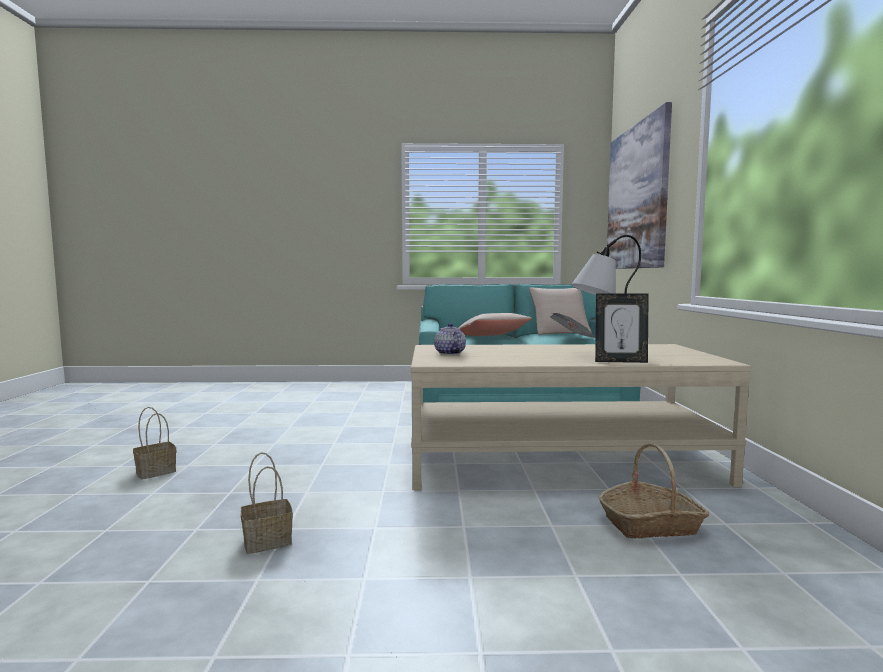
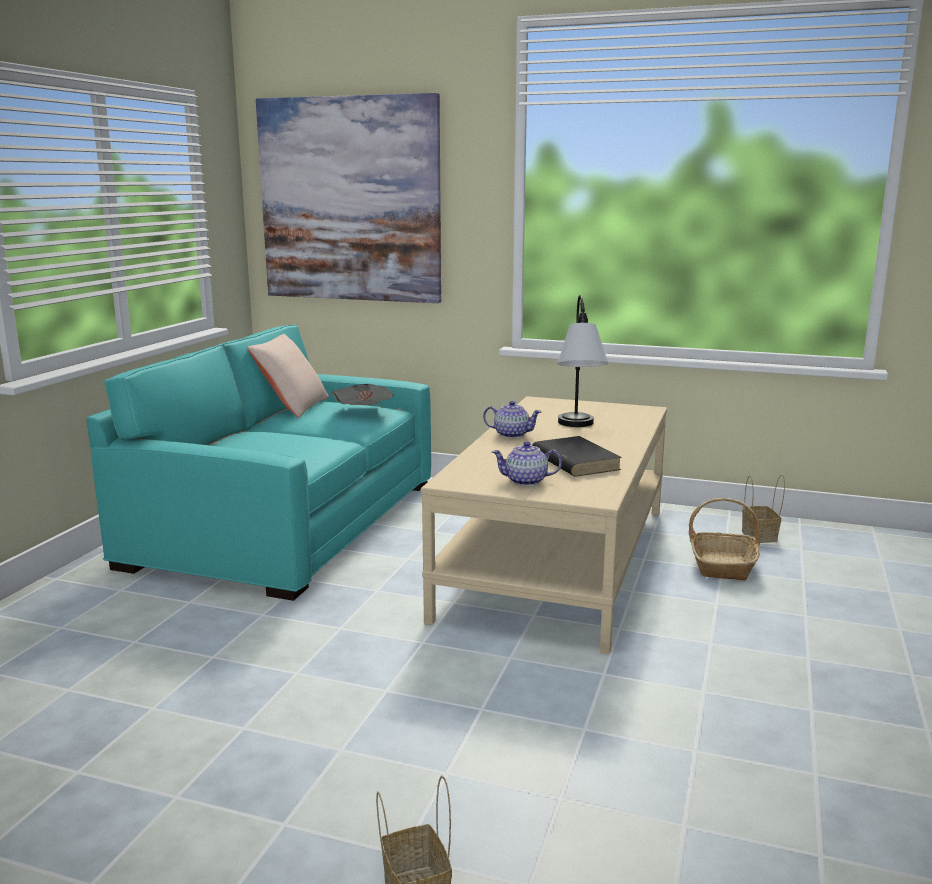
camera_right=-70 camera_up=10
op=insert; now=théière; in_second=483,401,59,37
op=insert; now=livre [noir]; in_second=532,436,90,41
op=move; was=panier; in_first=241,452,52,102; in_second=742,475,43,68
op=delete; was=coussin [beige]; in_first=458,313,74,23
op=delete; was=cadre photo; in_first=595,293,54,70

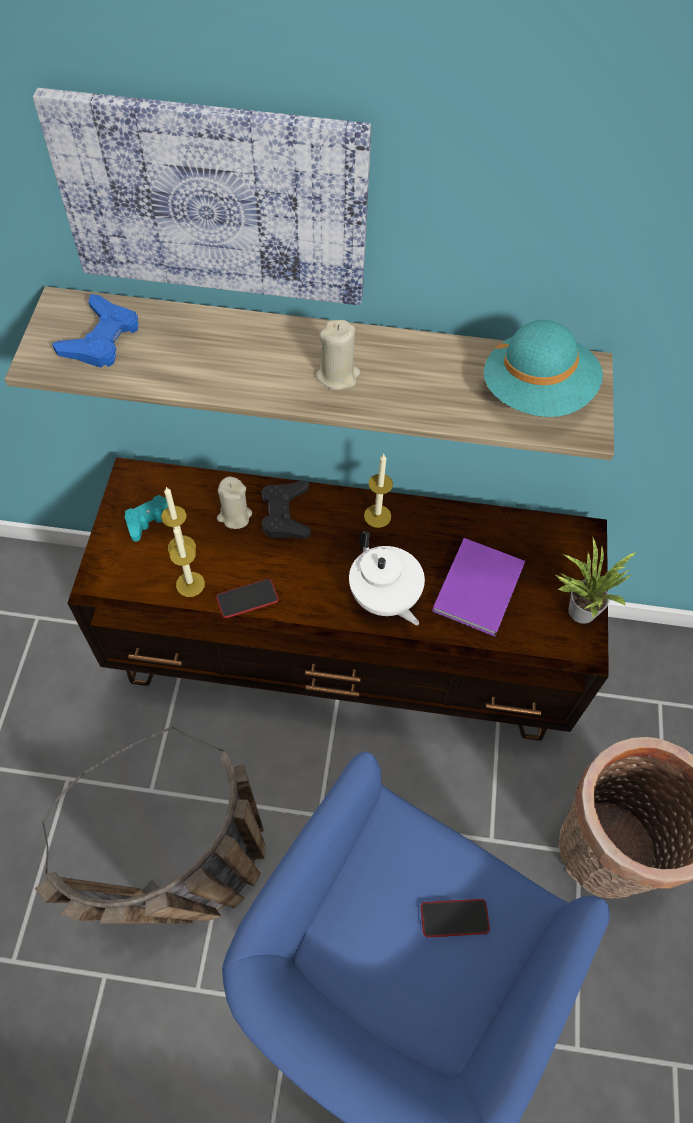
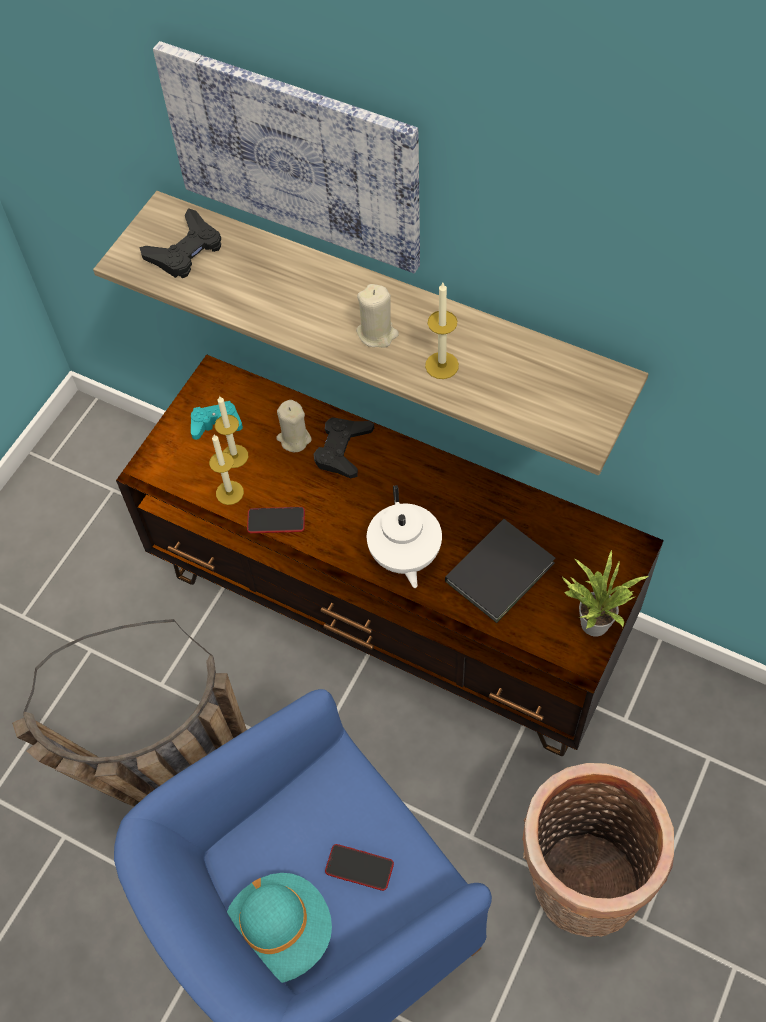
camera_right=25 camera_up=0
op=recolor; was=manette [bleu]; now=manette [noir]; in_first=52,294,86,74; in_second=139,208,82,70
op=move; was=chapeau [turquoise]; in_first=484,320,119,97; in_second=227,873,105,110
op=move; was=bougie; in_first=364,454,29,74; in_second=425,283,34,96
op=recolor; was=livre [violet]; now=livre [noir]; in_first=432,538,93,99; in_second=445,519,111,104

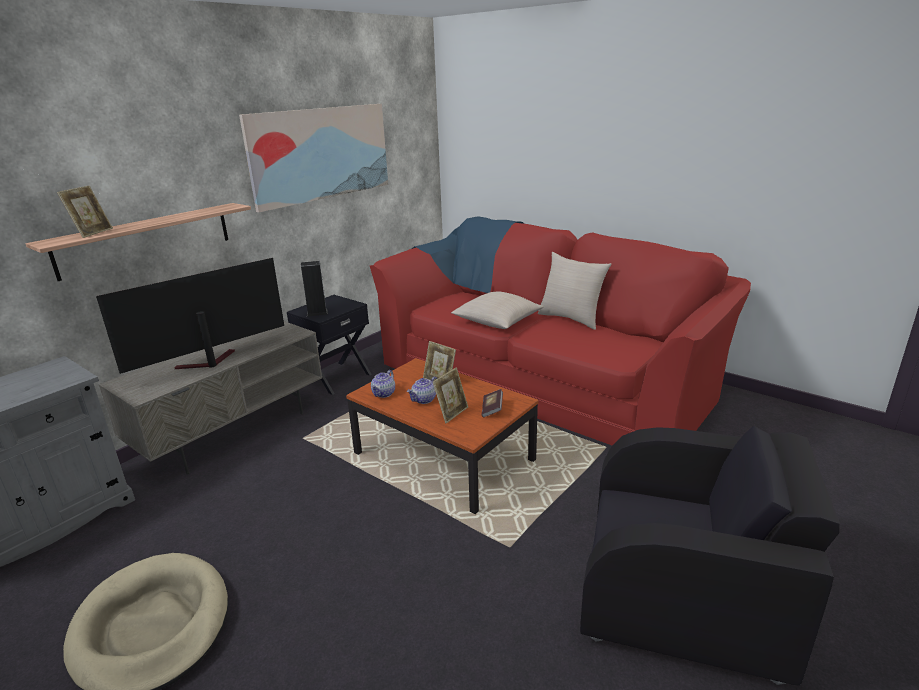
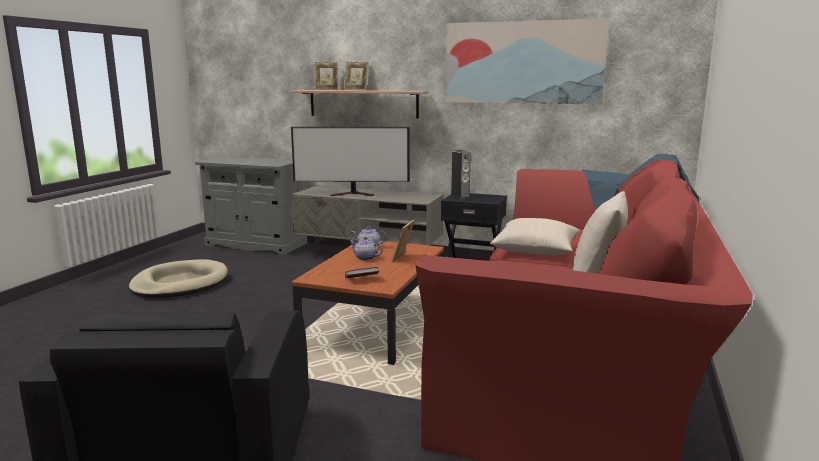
camera_right=70 camera_up=-10
op=rotate; was=téléviseur; in_first=96,258,188,116; in_second=291,127,119,69; clockwise=150
op=move; was=cadre photo; in_first=433,367,35,57; in_second=343,62,26,28

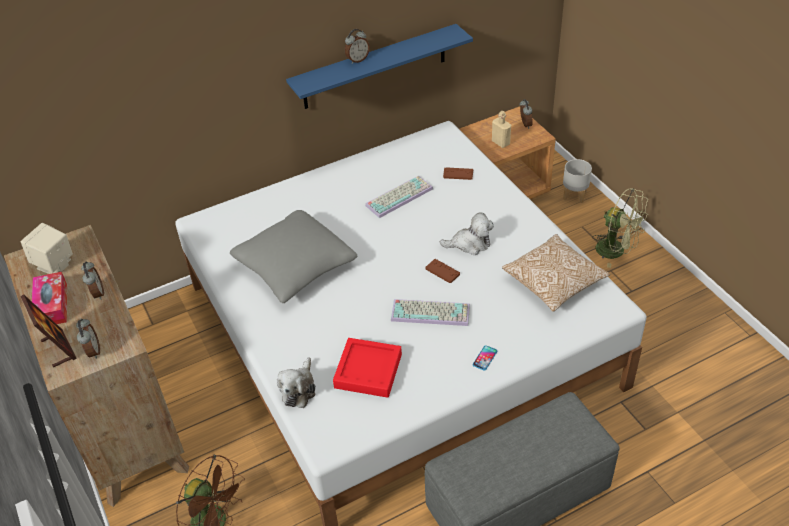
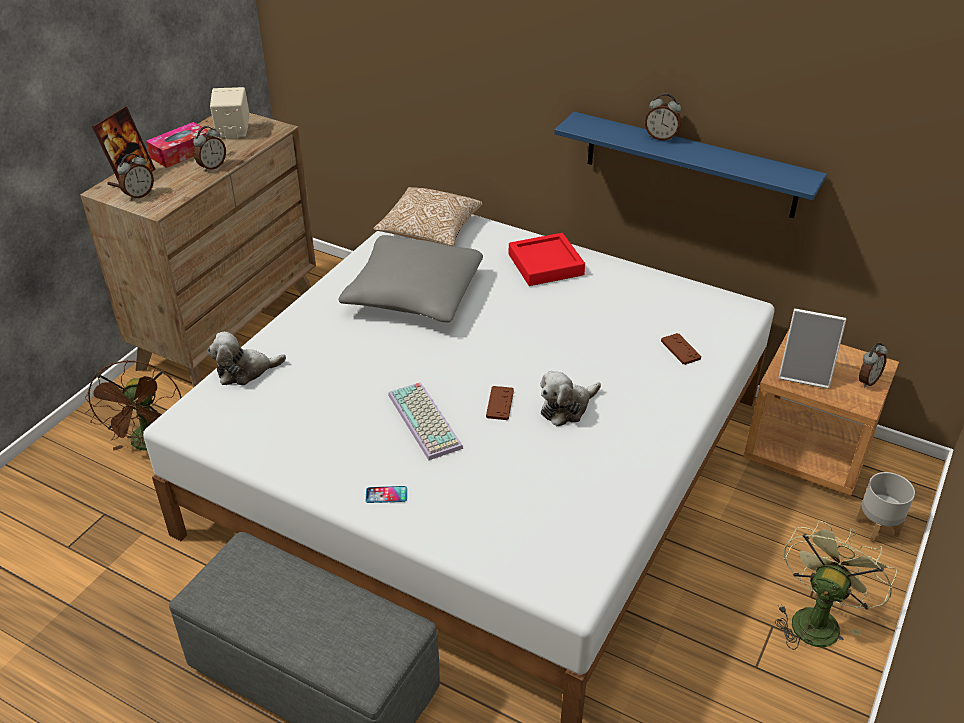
camera_right=55 camera_up=-5
op=move; was=coussin; in_first=502,234,108,78; in_second=373,187,110,60
op=move; was=plateau [rouge]; in_first=333,338,69,60; in_second=509,233,76,53
op=rotate; was=peluche; in_first=440,212,54,43; in_second=540,371,61,55; clockwise=90
op=rotate; was=ventilateur [vert]; in_first=592,188,56,80; in_second=775,521,122,129; clockwise=-150
op=replace; was=bouteille [beige]; now=cadre photo; in_first=492,111,19,37; in_second=778,308,68,81
op=delete; was=clavier; in_first=365,176,68,42

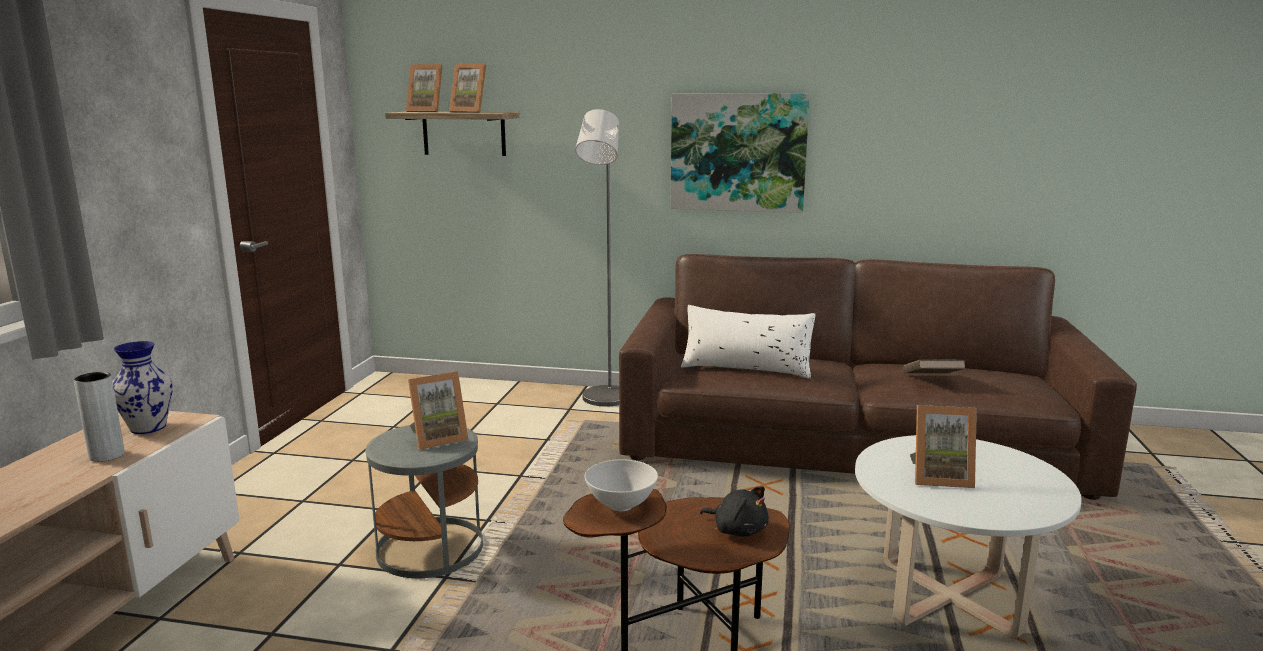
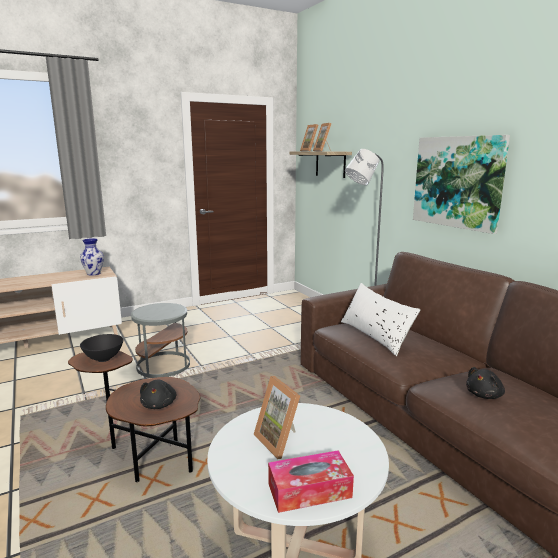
camera_right=50 camera_up=0
op=recolor; was=bol [blanc]; now=bol [noir]; in_first=585,459,73,53; in_second=80,334,43,28
op=insert; now=boîte à mouchoirs; in_second=268,450,86,63
op=replace; was=livre [marron]; now=peluche [noir]; in_first=903,359,63,15; in_second=466,367,39,32
op=delete; was=vase [gris]; in_first=74,372,51,90
op=delete; was=cadre photo; in_first=408,371,61,78

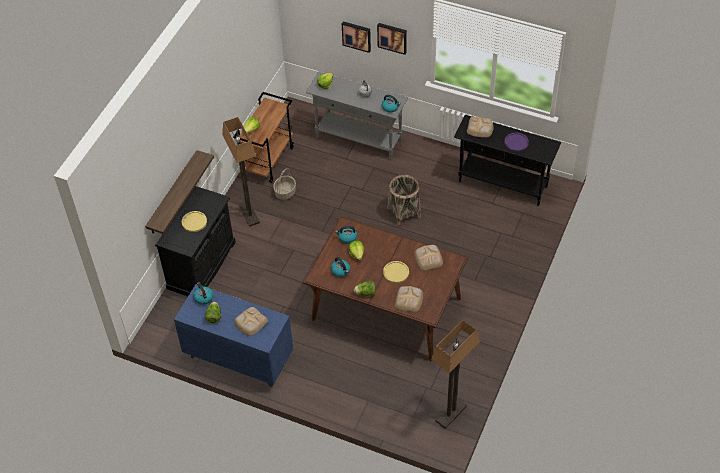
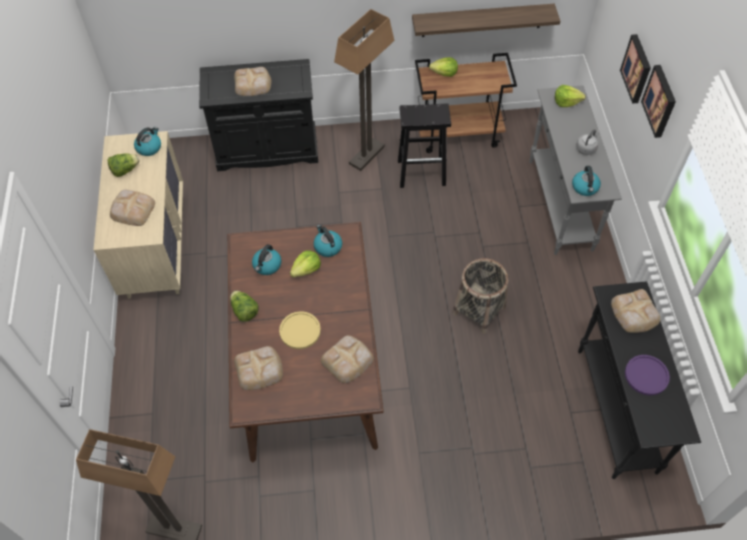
camera_right=60 camera_up=5
op=recolor; was=commode [bleu]; now=commode [beige]; in_first=174,284,119,103; in_second=93,131,90,168
op=replace; was=assiette [jaune]; now=pain; in_first=182,211,25,21; in_second=234,67,37,29
op=replace; was=panier; now=tabouret [noir]; in_first=273,168,23,32; in_second=398,103,53,85
op=move; was=étagère; in_first=145,150,69,84; in_second=412,4,149,33

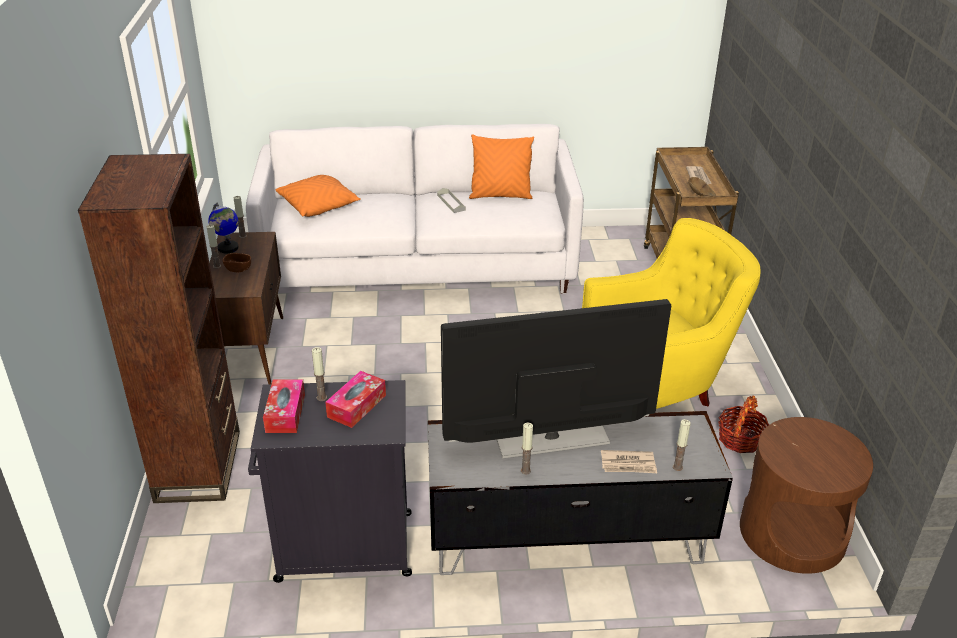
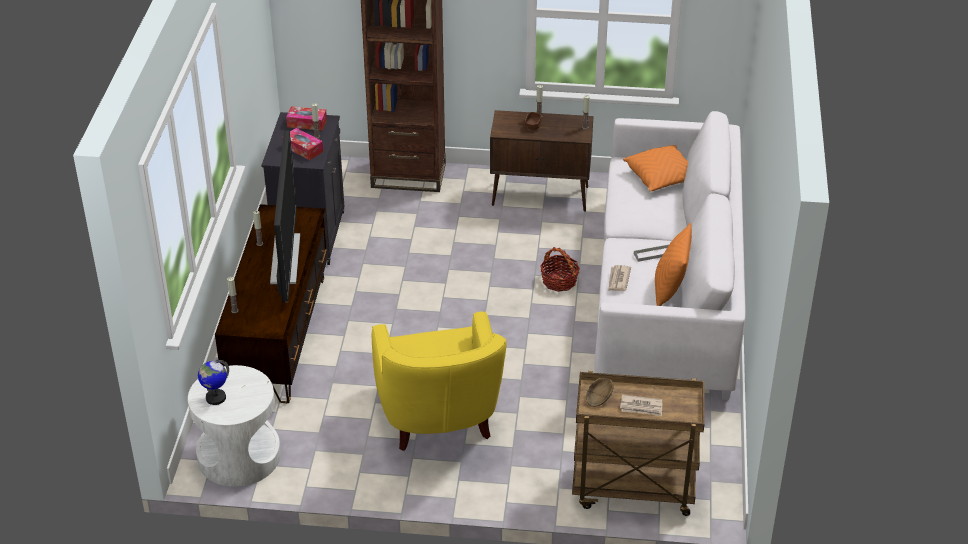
camera_right=100 camera_up=5
op=recolor; was=table d'appoint [marron]; now=table d'appoint [blanc]; in_first=740,417,133,157; in_second=188,365,93,122
op=move; was=globe; in_first=208,202,31,51; in_second=198,360,31,45
op=recolor; was=meuble télé [gris]; now=meuble télé [marron]; in_first=428,411,305,164; in_second=215,204,114,199
op=move; was=panier; in_first=718,395,51,58; in_second=540,247,40,45
op=move; was=journal; in_first=601,450,56,23; in_second=608,265,23,26

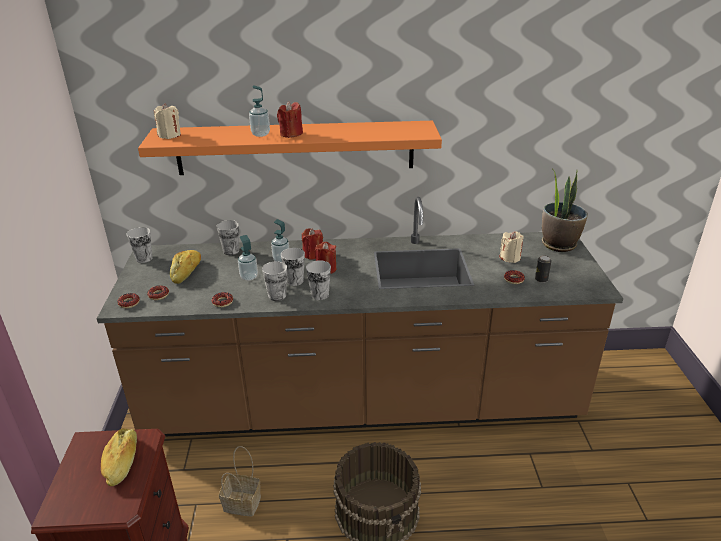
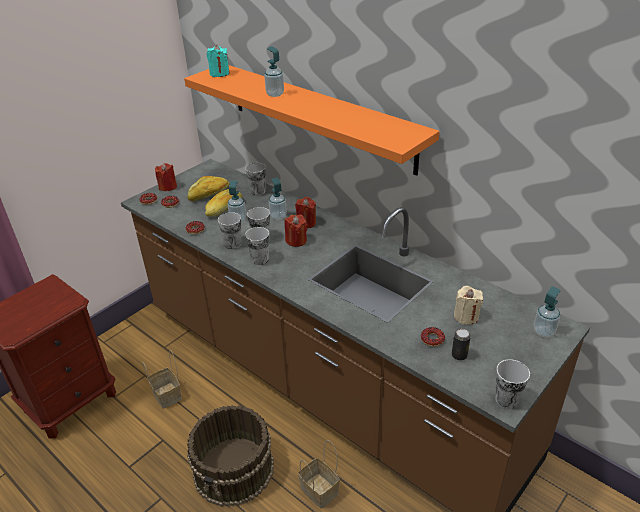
camera_right=45 camera_up=5
op=move; was=bougie [rouge]; in_first=277,101,26,37; in_second=155,163,22,28
op=move; was=pain; in_first=101,428,36,58; in_second=205,189,38,28
op=recolor; was=bougie [beige]; now=bougie [turquoise]; in_first=154,103,27,36; in_second=207,45,22,32
op=insert; now=panier; in_second=298,440,42,68
op=move; was=tasse; in_first=126,227,27,36; in_second=495,359,35,50
op=replace; was=plante en pot; now=distributeur de savon; in_first=542,170,46,82; in_second=534,286,26,51

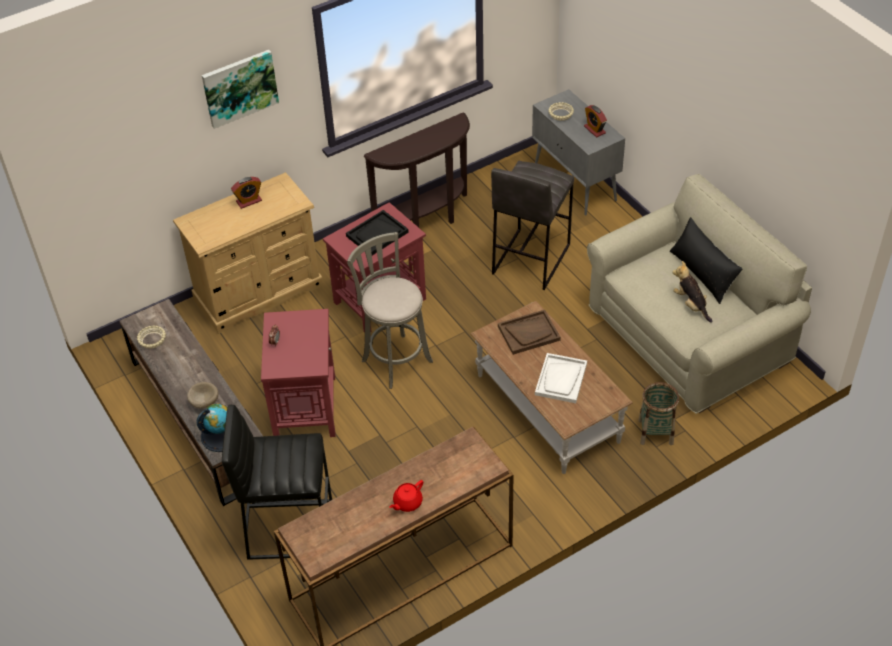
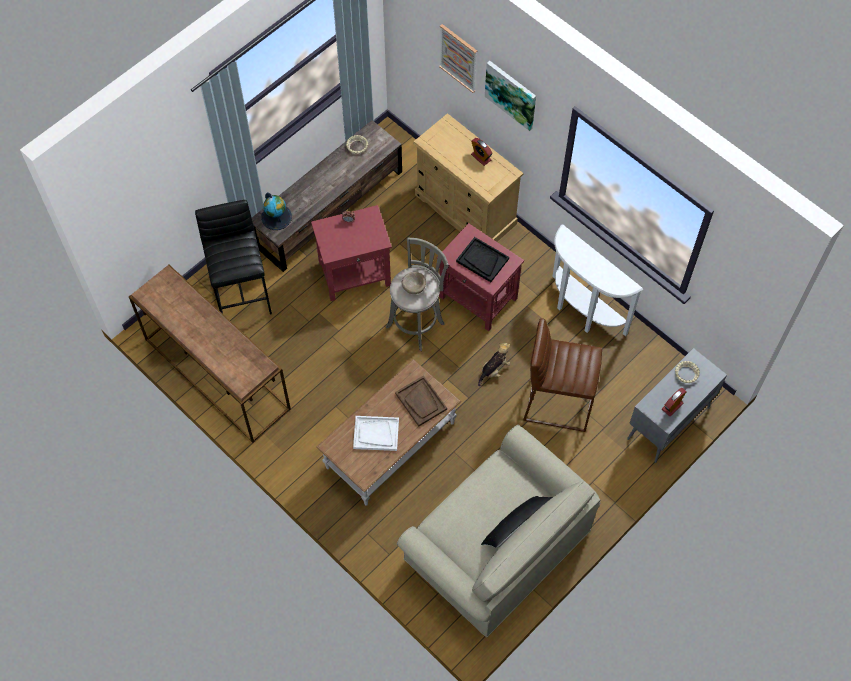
camera_right=75 camera_up=15
op=move; was=bol [beige]; in_first=187,382,31,27; in_second=401,272,25,22
op=insert; now=tableau; in_second=439,24,38,69
op=move; was=peluche; in_first=672,261,41,62; in_second=478,343,32,43
op=recolor; was=tabouret [gris]; now=tabouret [marron]; in_first=491,161,83,129; in_second=523,318,79,114
op=recolor; was=table console [marron]; now=table console [blanc]; in_first=363,112,107,115; in_second=552,224,91,112
op=delete; was=théière [rouge]; in_first=389,480,34,32
op=delete; was=panier; in_first=638,382,41,63

